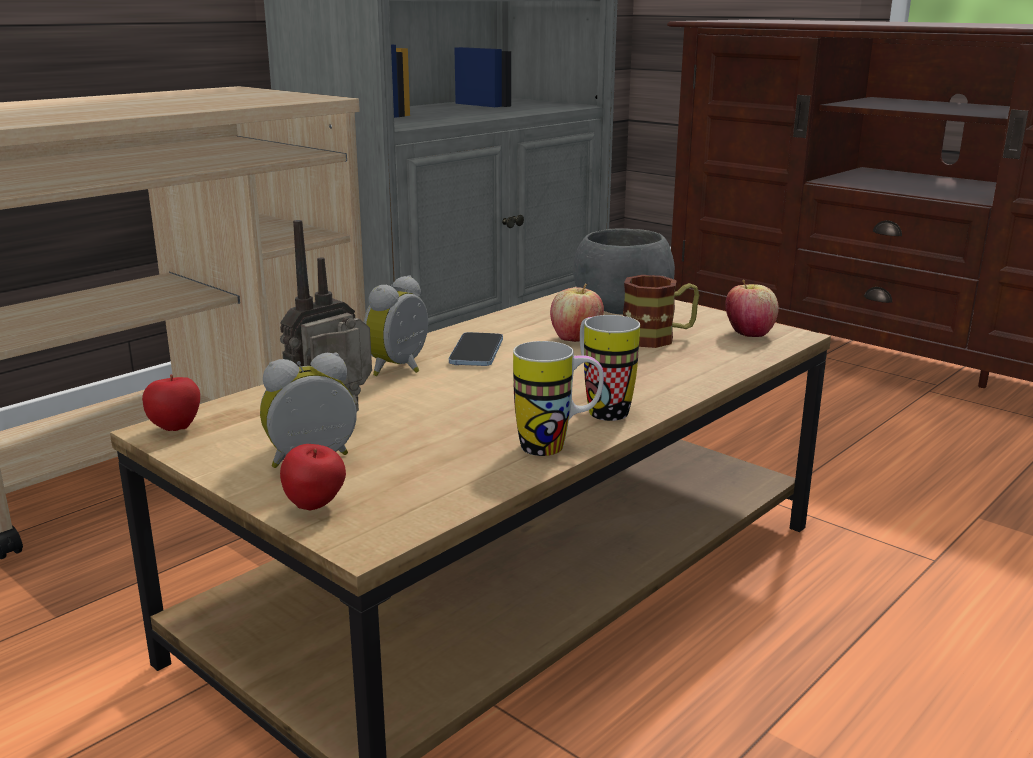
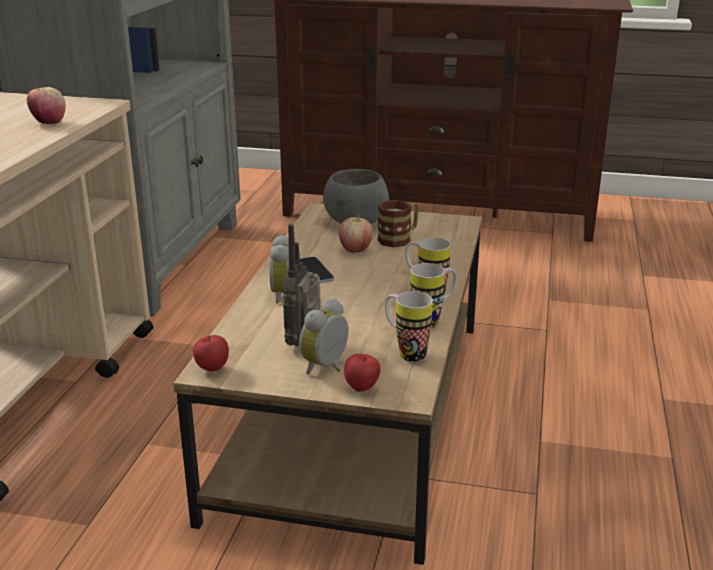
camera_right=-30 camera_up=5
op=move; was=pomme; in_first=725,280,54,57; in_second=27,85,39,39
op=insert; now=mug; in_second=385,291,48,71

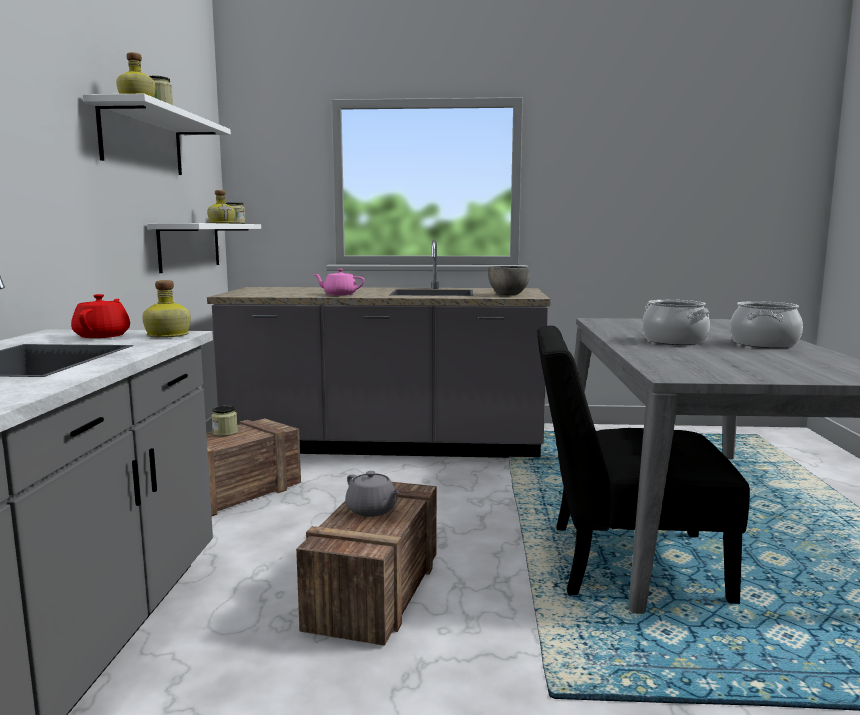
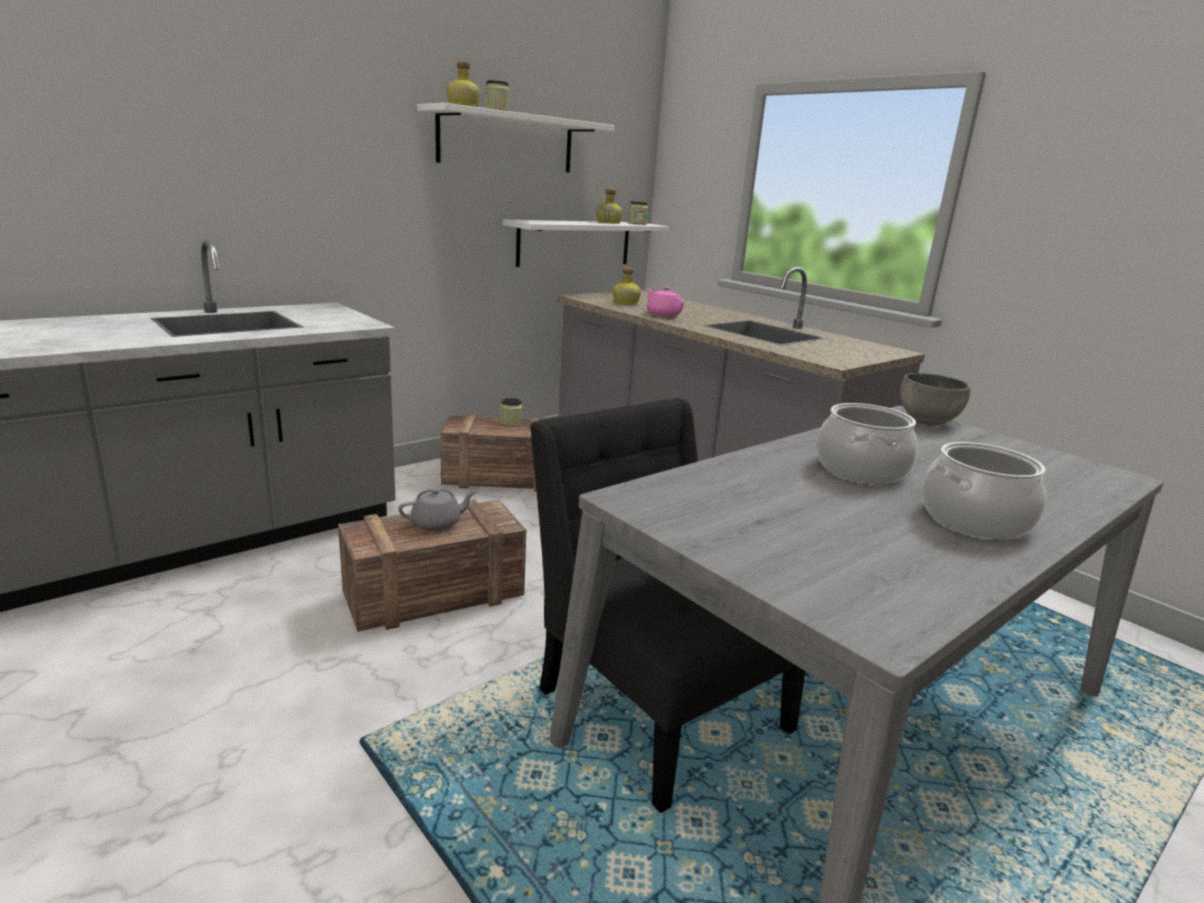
camera_right=45 camera_up=10
op=rotate; was=théière [gris]; in_first=345,471,54,46; in_second=398,488,79,43; clockwise=-120
op=move; was=bouteille; in_first=142,280,49,58; in_second=612,268,29,37
op=move; was=bol [gris]; in_first=488,266,42,29; in_second=900,373,70,52
op=delete; was=théière [rouge]; in_first=71,294,59,44

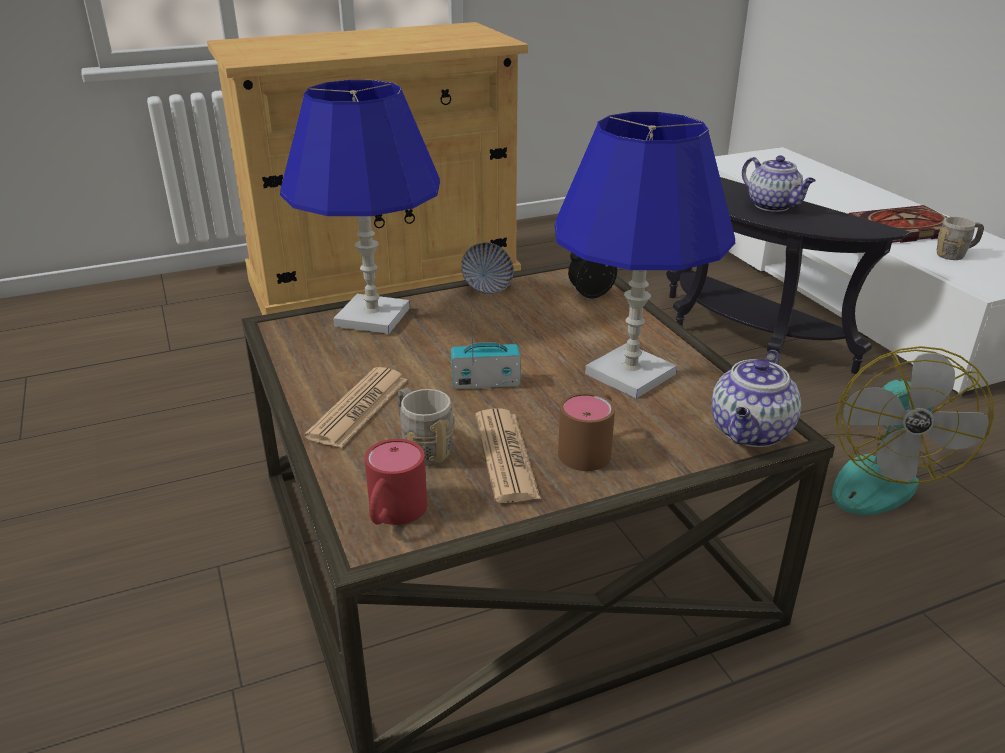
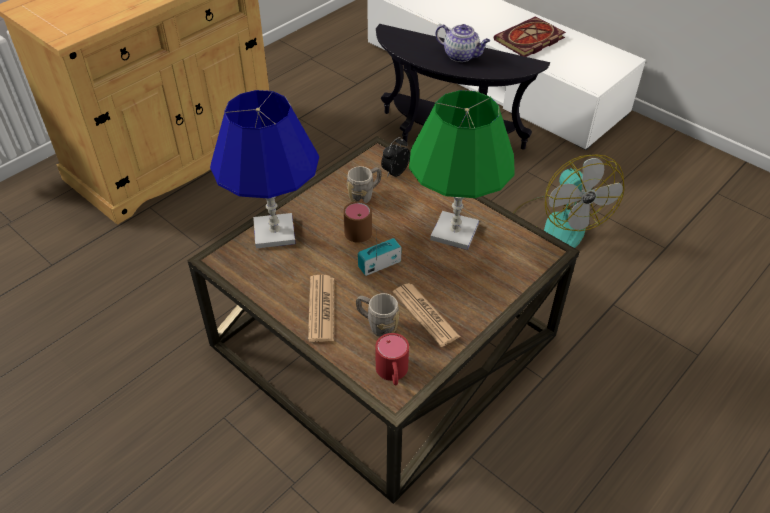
camera_right=-25 camera_up=15
op=move; was=mug [marron]; in_first=558,393,57,78; in_second=343,199,29,44
op=move; was=mug [gris]; in_first=937,217,47,43; in_second=347,166,35,37
op=recolor; was=lampe de table [bleu]; now=lampe de table [vert]; in_first=554,112,181,287; in_second=409,90,106,160
op=delete; was=bol; in_first=461,242,53,52
op=delete; was=théière; in_first=711,350,90,97

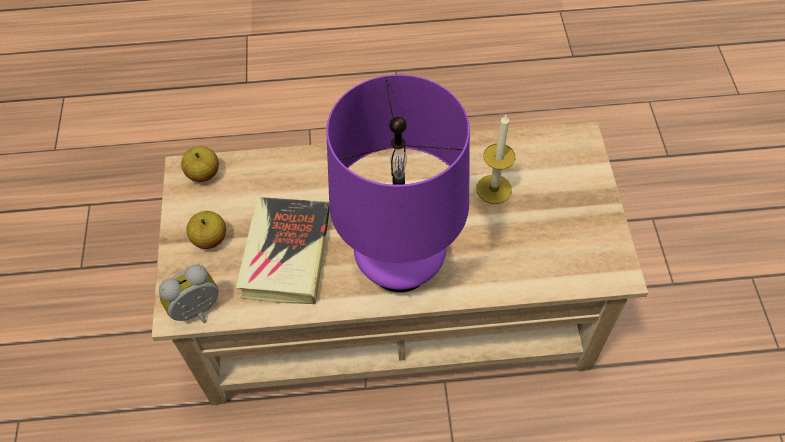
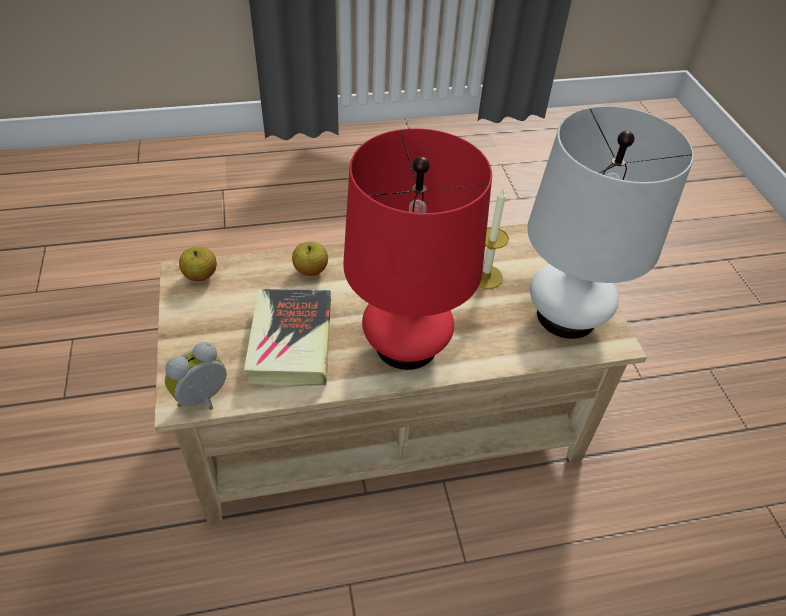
camera_right=-10 camera_up=-10
op=move; was=pomme; in_first=187,211,39,38; in_second=292,242,36,34
op=recolor; was=lampe de table [violet]; now=lampe de table [rouge]; in_first=326,75,144,217; in_second=343,128,149,242
op=insert; now=lampe de table [blanc]; in_second=527,106,167,233

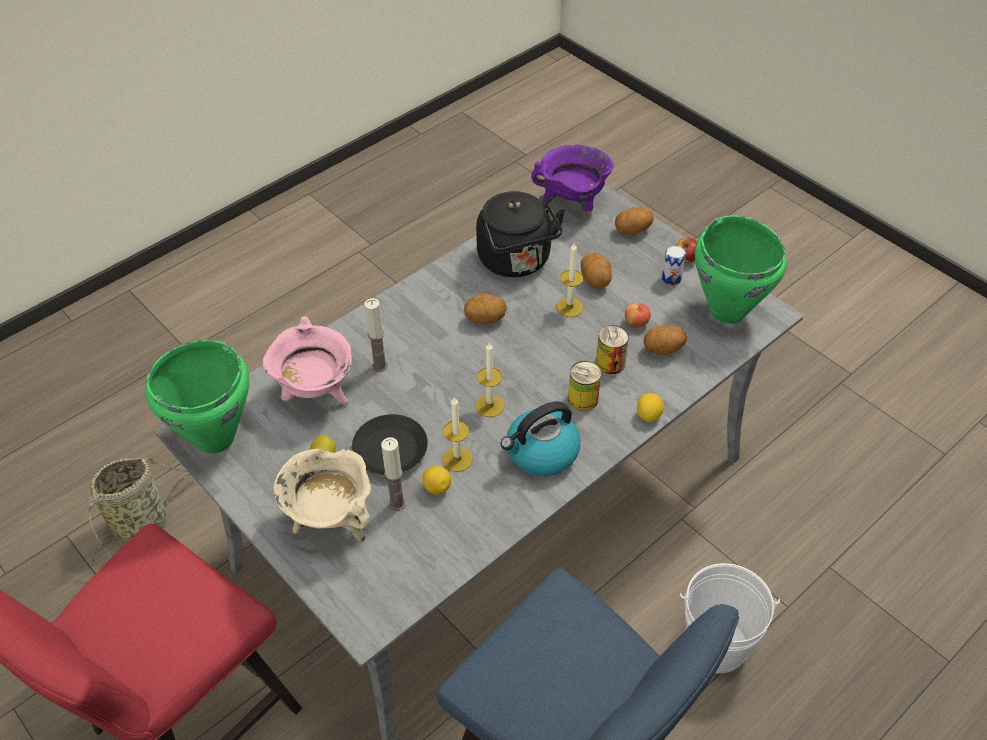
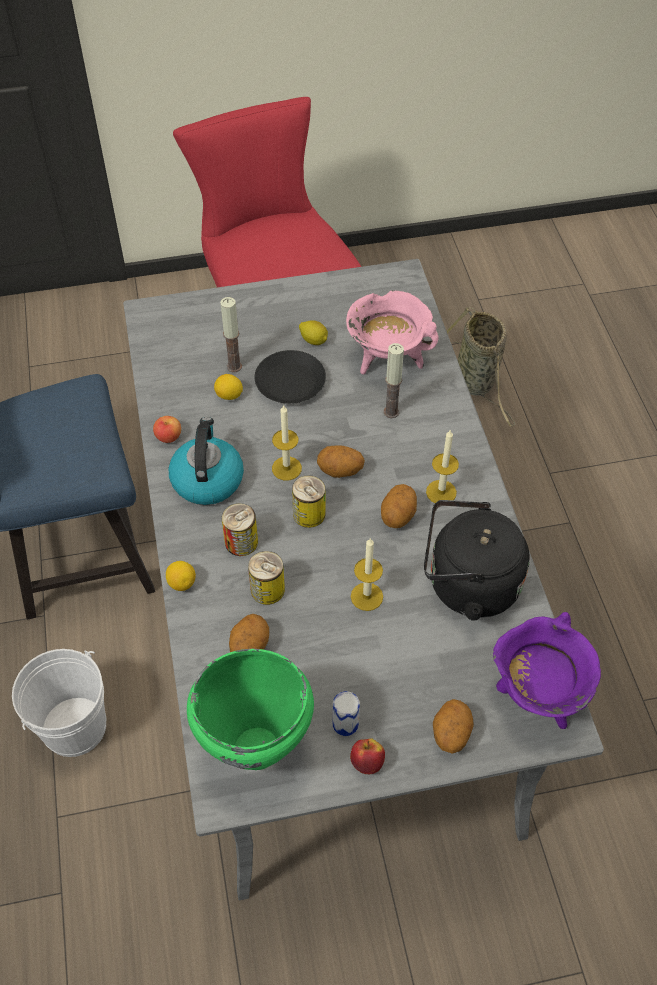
camera_right=120 camera_up=5
op=move; was=pomme; in_first=625,302,26,25; in_second=153,416,28,27
op=insert; now=boîte métallique; in_second=292,475,34,53
op=move; was=pomme de terre; in_first=581,253,31,36; in_second=317,445,48,33
op=move; was=bougie; in_first=442,397,31,75; in_second=426,429,33,74
op=delete; was=marmite [vert]; in_first=145,340,104,114
op=delete; was=marmite [beige]; in_first=274,449,97,93

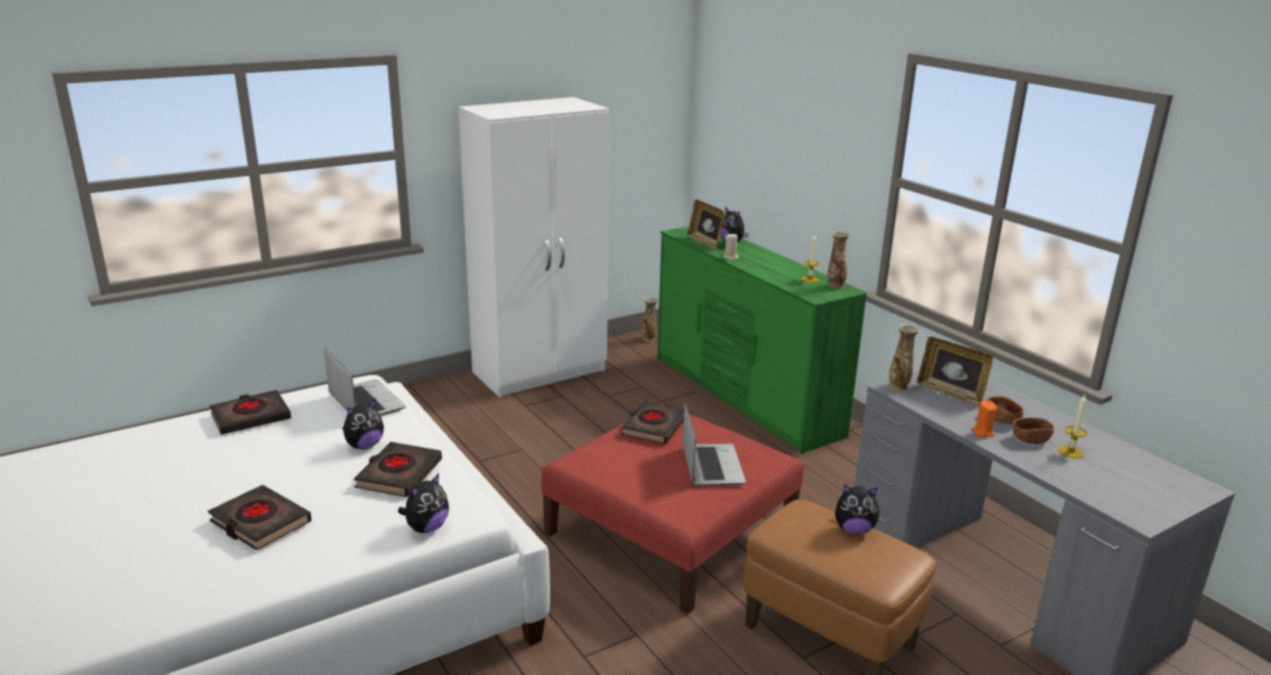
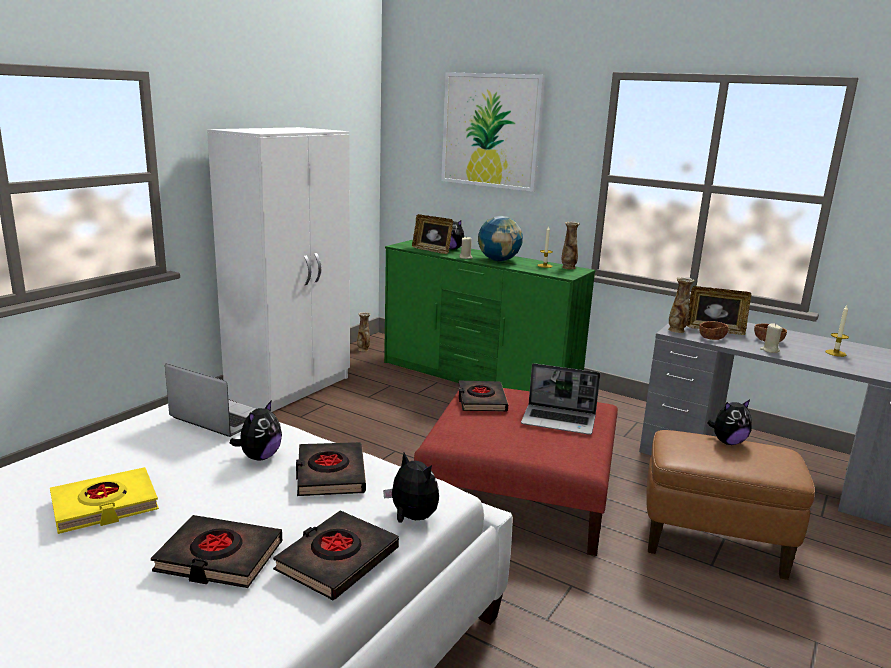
camera_right=-25 camera_up=-5
op=insert; now=livre [jaune]; in_second=50,467,109,67
op=move; was=livre [noir]; in_first=210,390,81,45; in_second=273,510,126,90
op=rotate; was=peluche; in_first=398,473,51,60; in_second=383,453,56,70; clockwise=-60
op=insert; now=tableau; in_second=441,72,104,120
op=insert; now=globe; in_second=478,216,45,45
op=rotate; was=ordinateur portable; in_first=683,402,63,84; in_second=521,363,79,72; clockwise=135
op=move; was=bol [marron]; in_first=1013,417,41,27; in_second=699,321,30,19
op=recolor; was=bougie [orange]; now=bougie [beige]; in_first=972,400,25,38; in_second=760,323,23,30

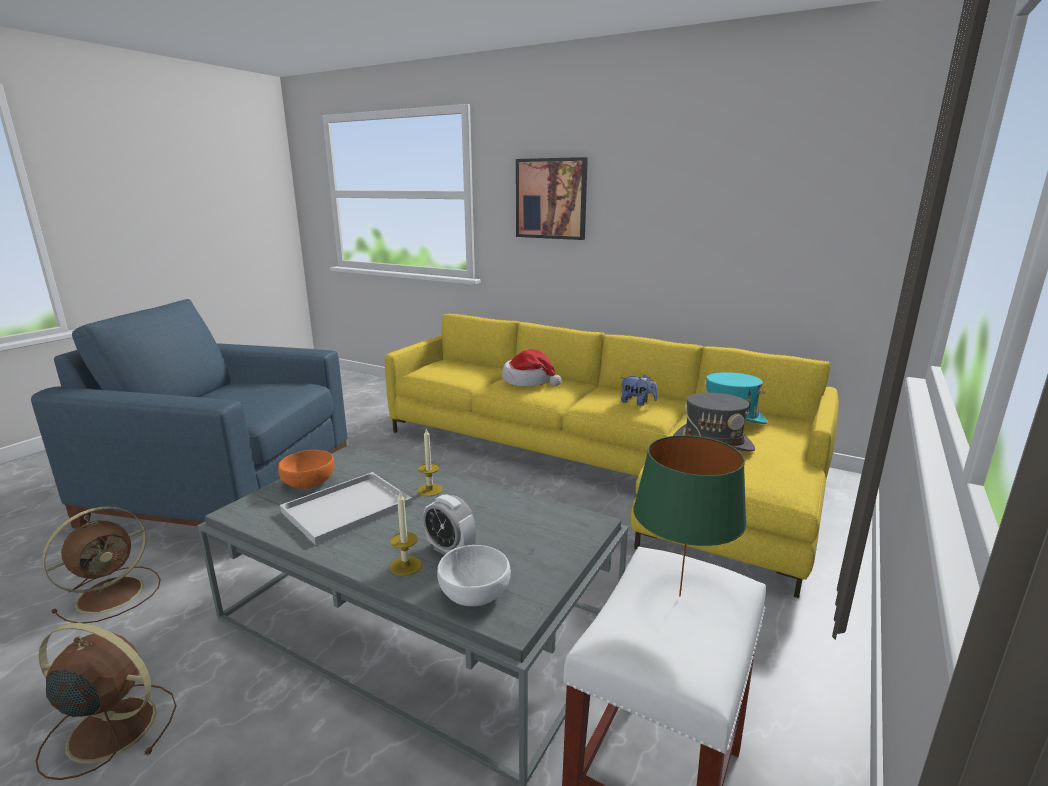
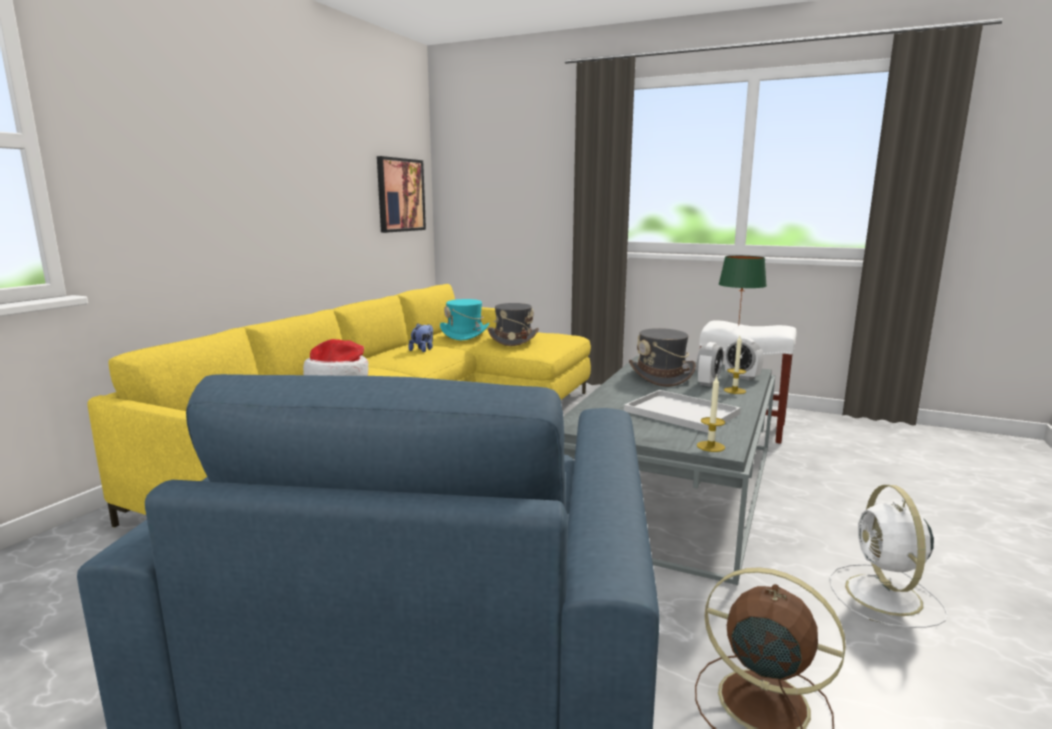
camera_right=-95 camera_up=-5
op=move; was=tableau; in_first=516,157,72,83; in_second=377,156,49,77
op=insert; now=chapeau [gris]; in_second=629,328,67,59
op=move; was=bougie; in_first=417,429,26,68; in_second=697,376,28,76
op=replace; was=bol [blanc]; now=réveil; in_first=437,545,74,61; in_second=725,337,39,43
op=recolor; was=ventilateur [marron]; now=ventilateur [blanc]; in_first=36,623,140,157; in_second=830,485,118,143
op=delete; was=bol [orange]; in_first=278,450,56,39

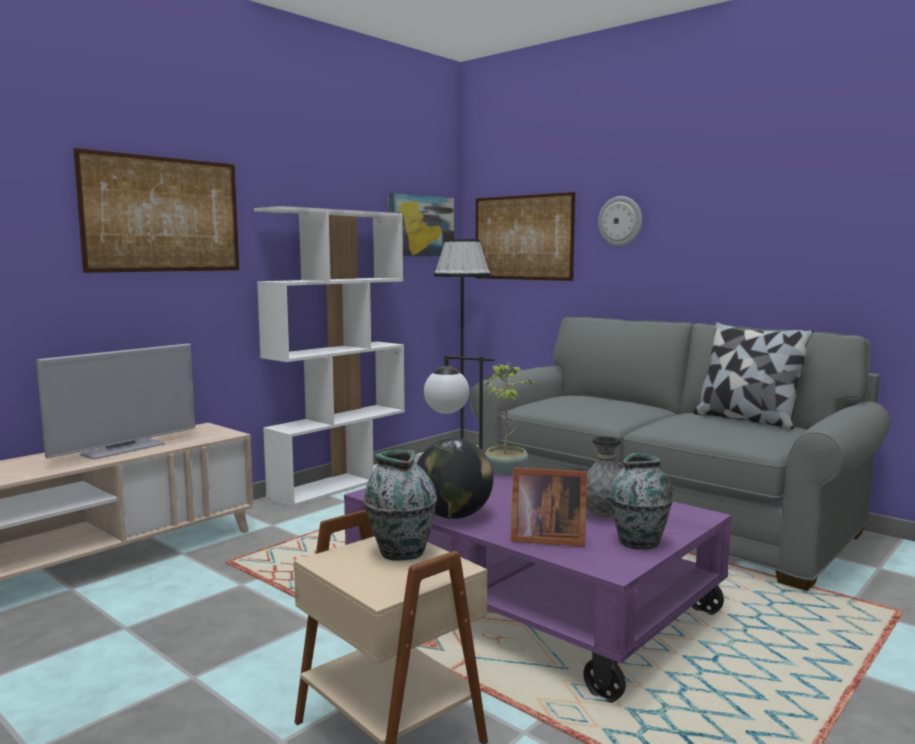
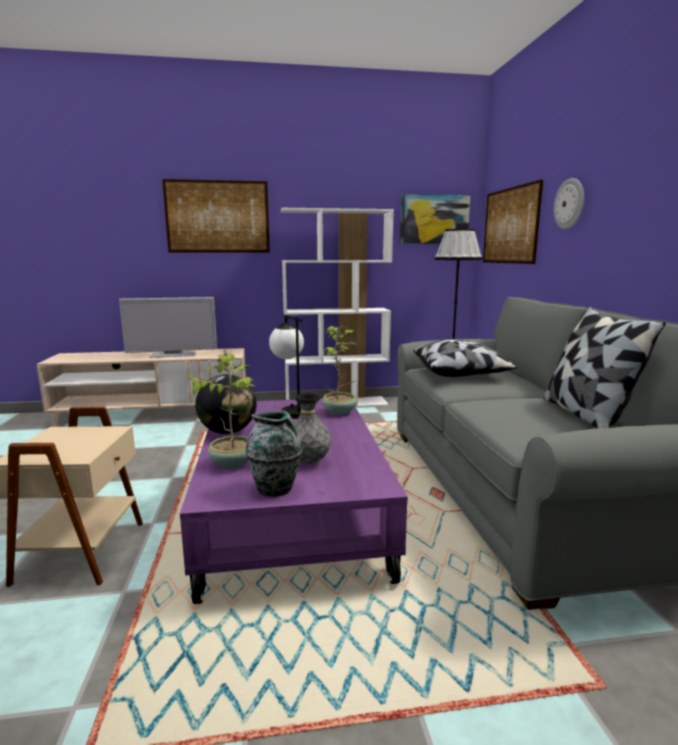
camera_right=40 camera_up=5
op=replace; was=cadre photo; now=plante en pot; in_first=510,467,77,80; in_second=187,350,70,119
op=insert; now=coussin; in_second=413,340,104,37
op=delete; was=vase; in_first=364,449,73,111

